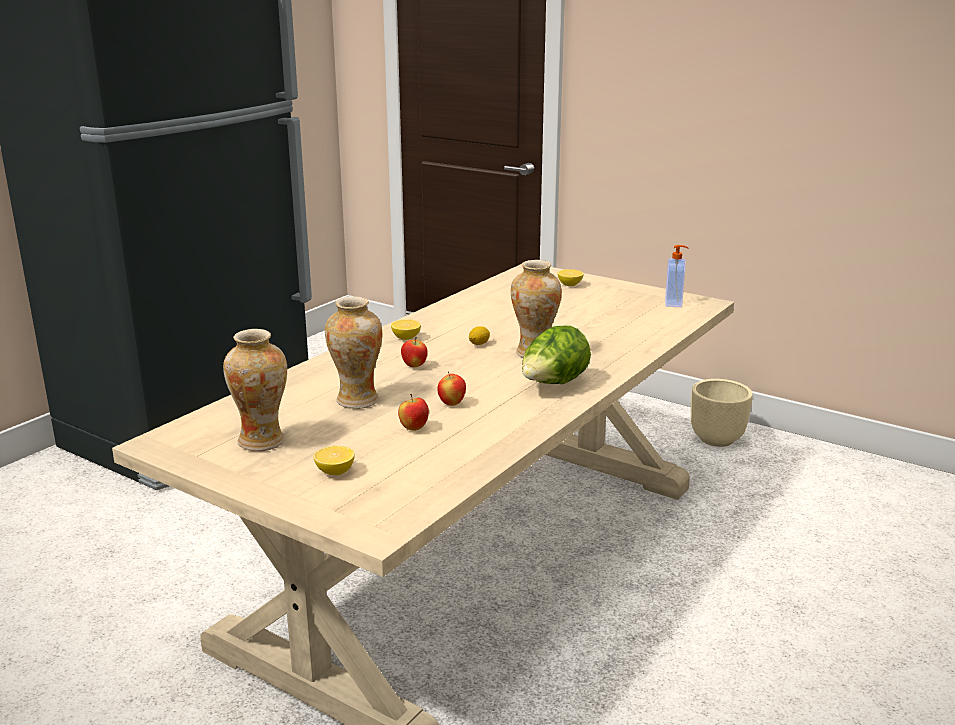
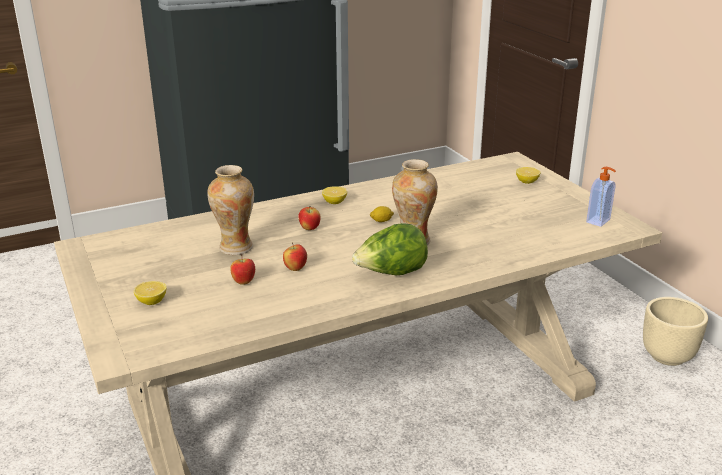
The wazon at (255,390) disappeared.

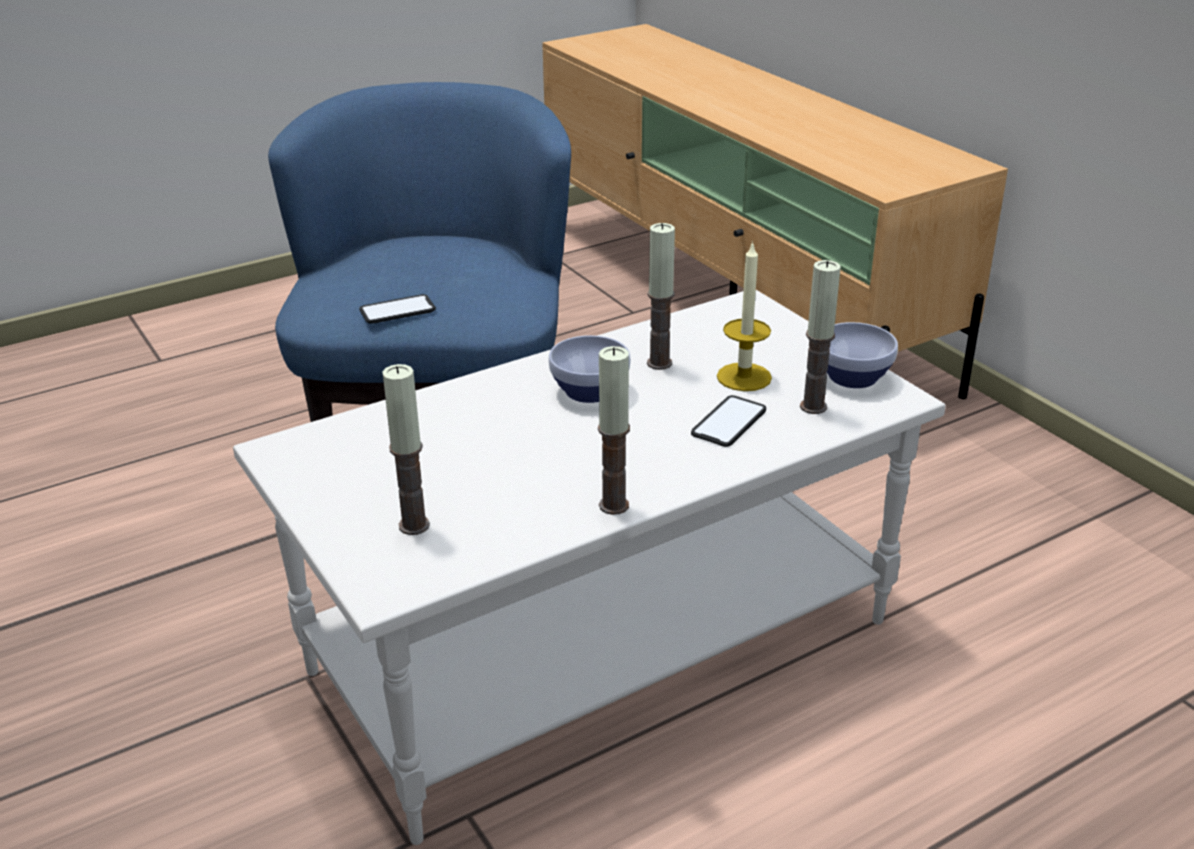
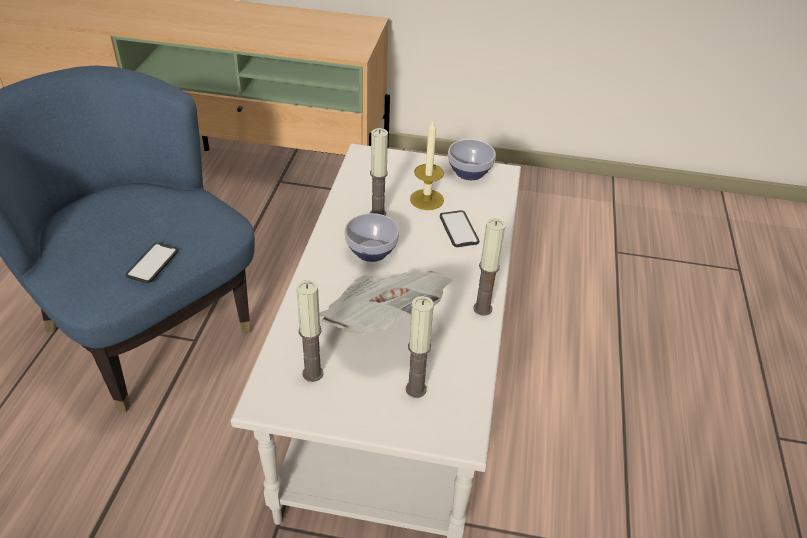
The gazeta at (386,302) appeared.
The świeca moved from (820,337) to (309,331).

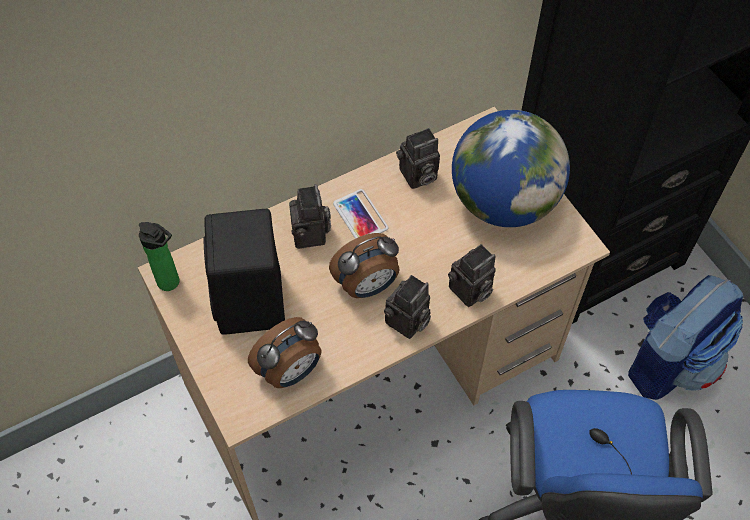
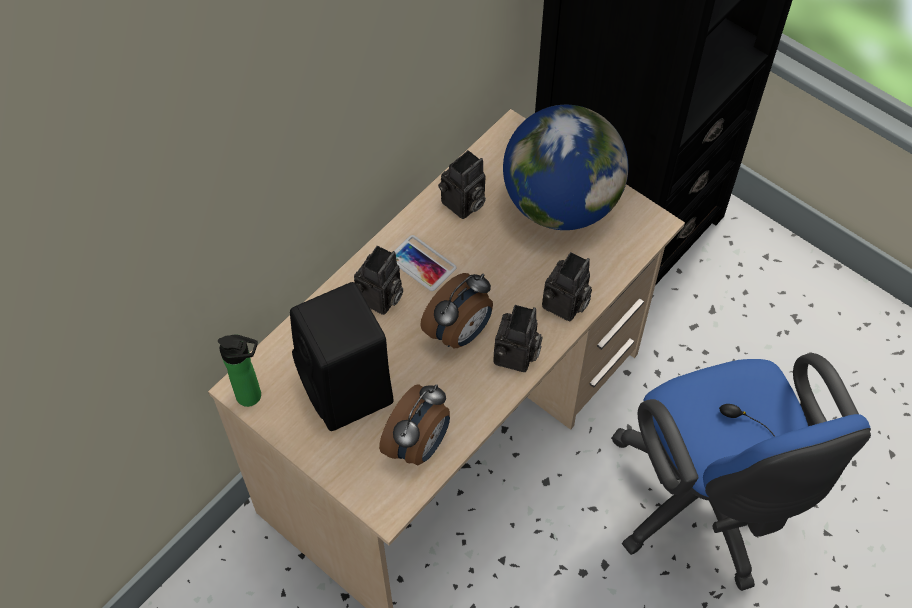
The plecak at (685,337) disappeared.
The aparat fotograficzny at (310,216) turned 60 degrees clockwise.

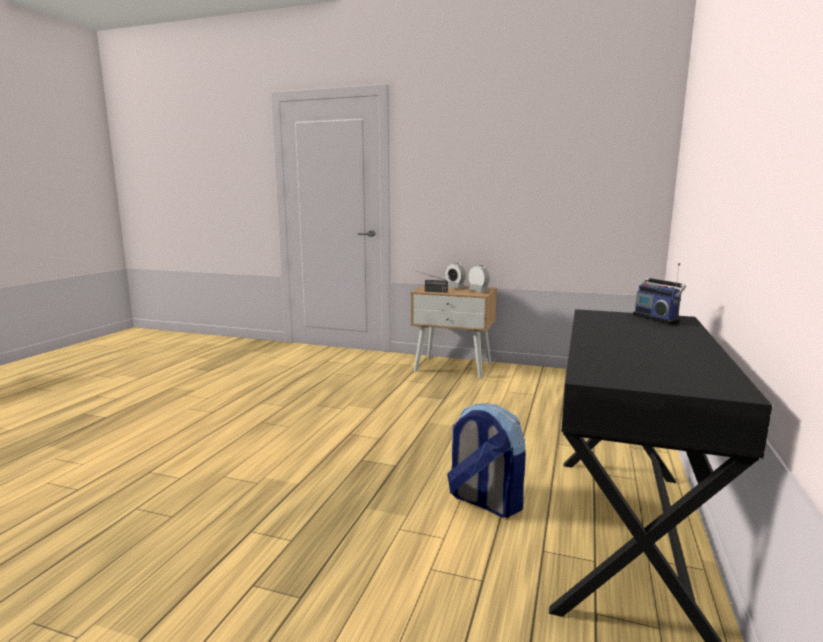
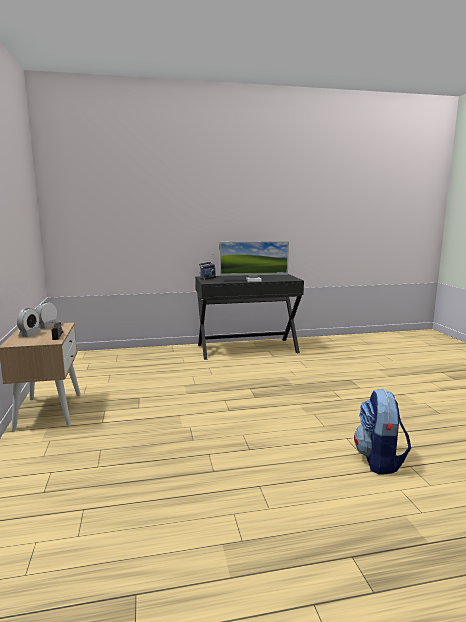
The monitor at (254,261) appeared.
The plecak moved from (486,460) to (382,432).

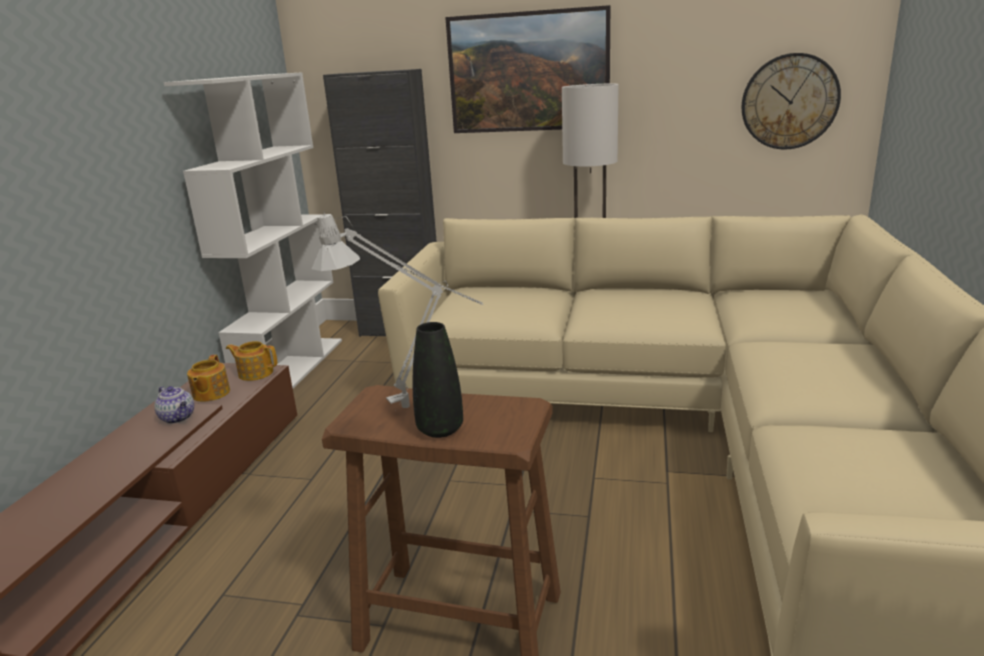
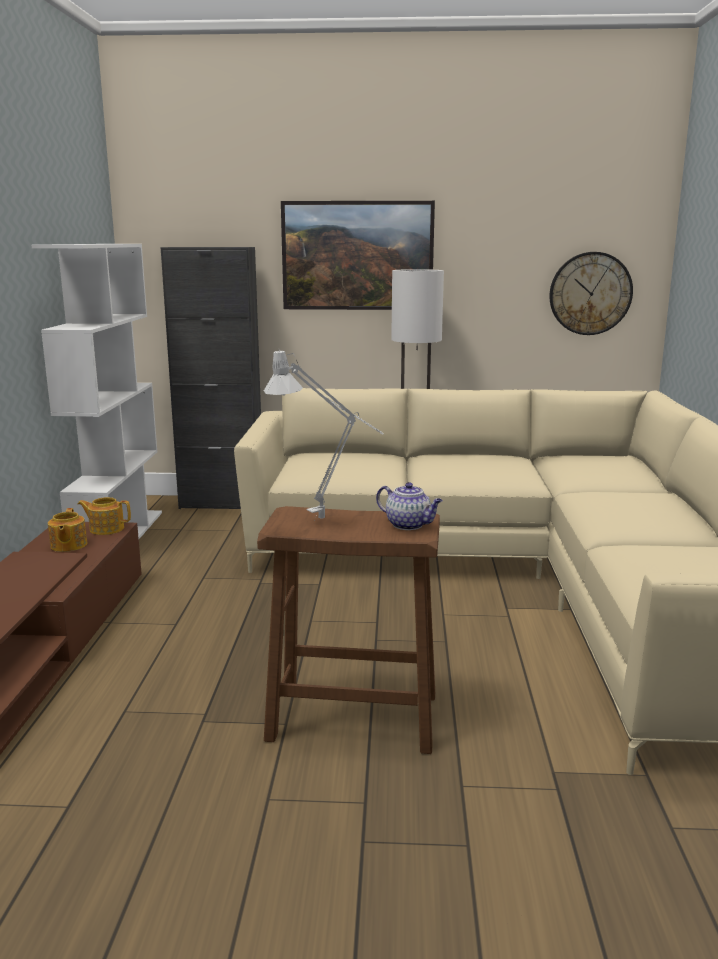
The wazon/czarny at (438,380) disappeared.
The imbryk moved from (174,405) to (409,506).

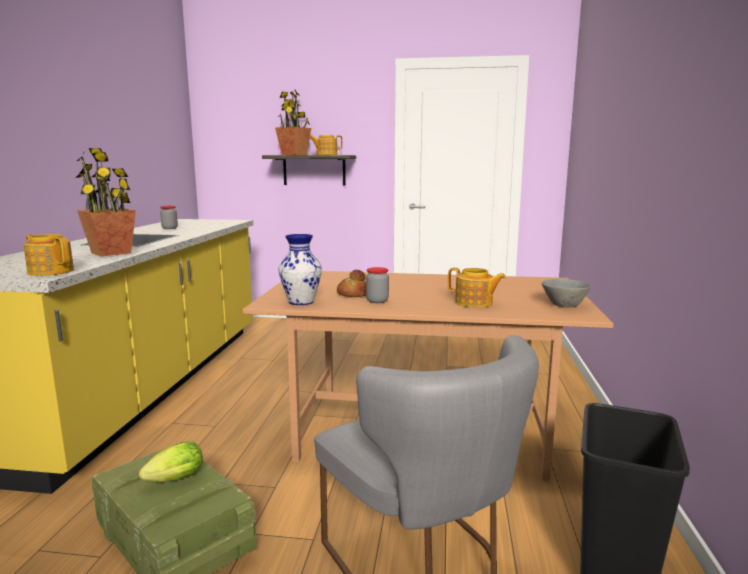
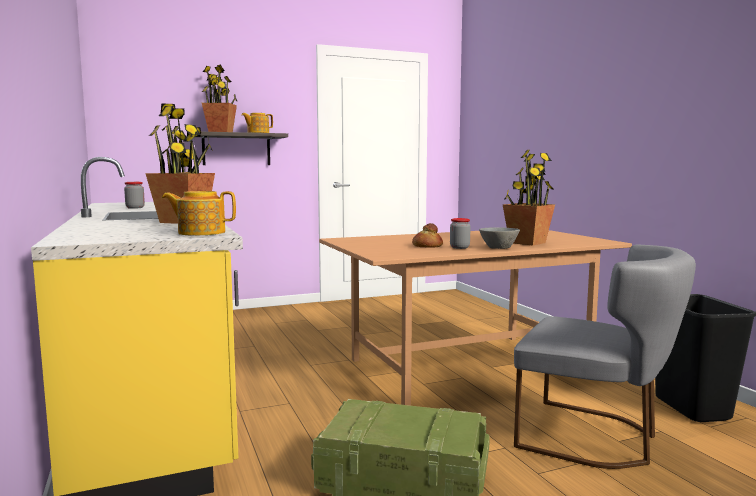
The sałata at (171,461) disappeared.
The wazon at (300,269) disappeared.
The miska/szary moved from (566,293) to (499,238).
The imbryk at (477,288) was replaced by the roślina doniczkowa at (529,197).

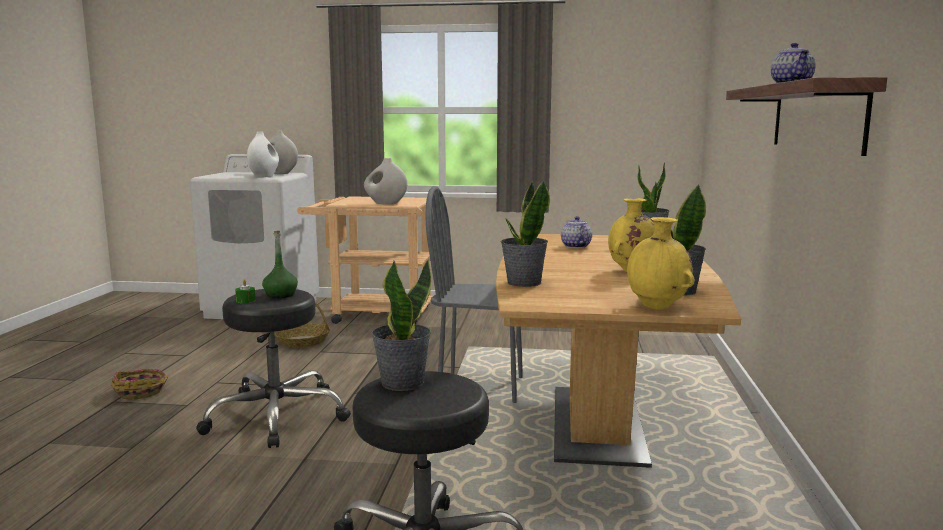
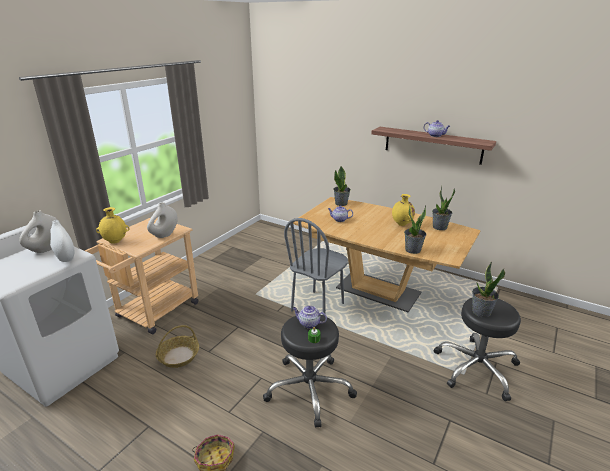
The wazon/żółty moved from (661,263) to (112,225).
The butelka/zielony at (280,264) was replaced by the imbryk at (309,317).

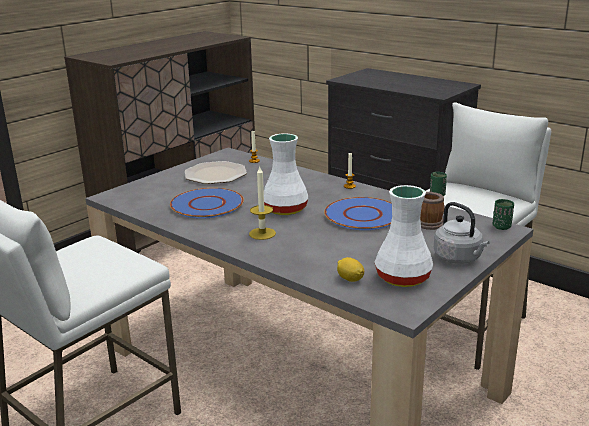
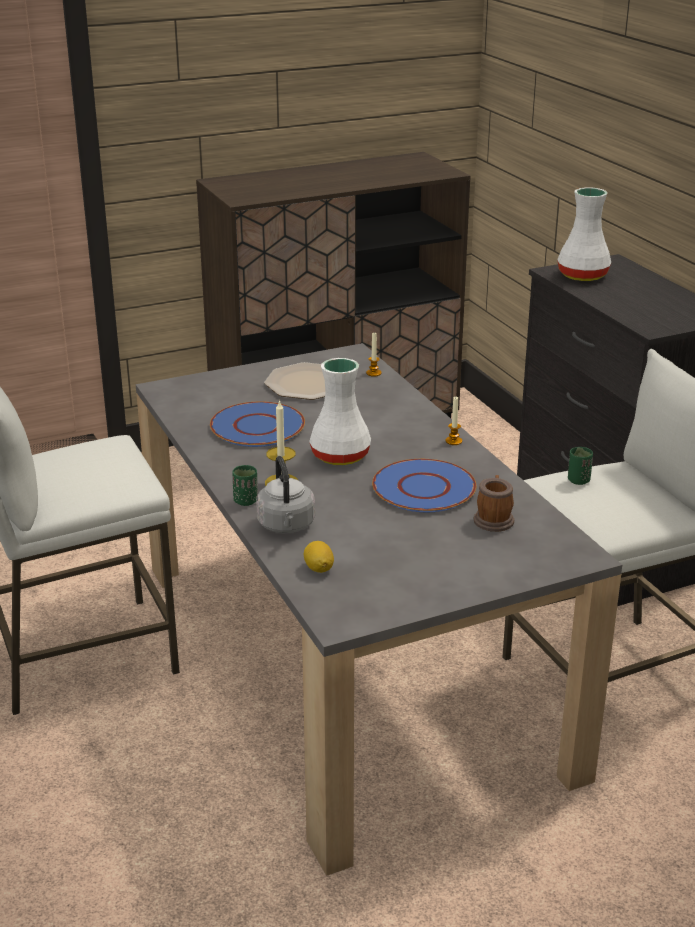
The wazon/biały moved from (404,236) to (584,234).
The czajnik/szary moved from (461,233) to (285,494).
The filiżanka/zielony moved from (503,214) to (245,485).

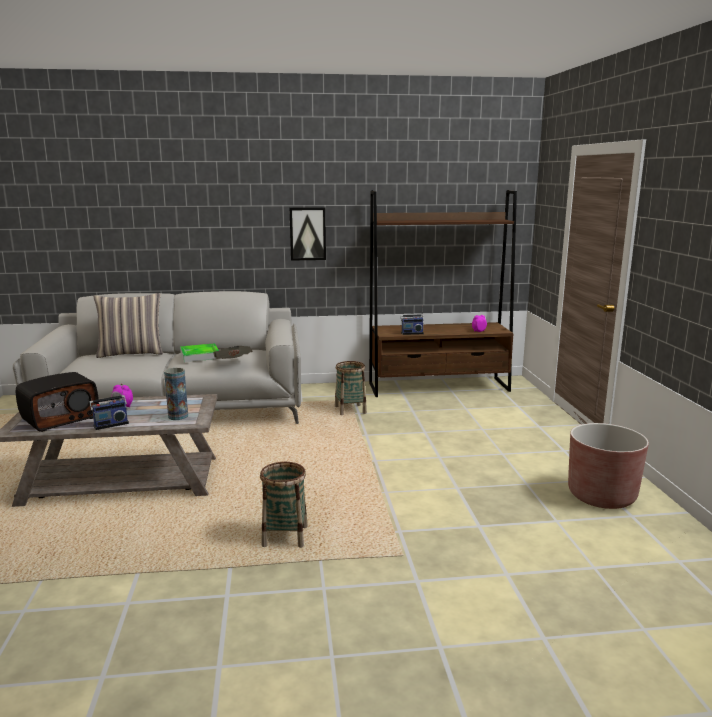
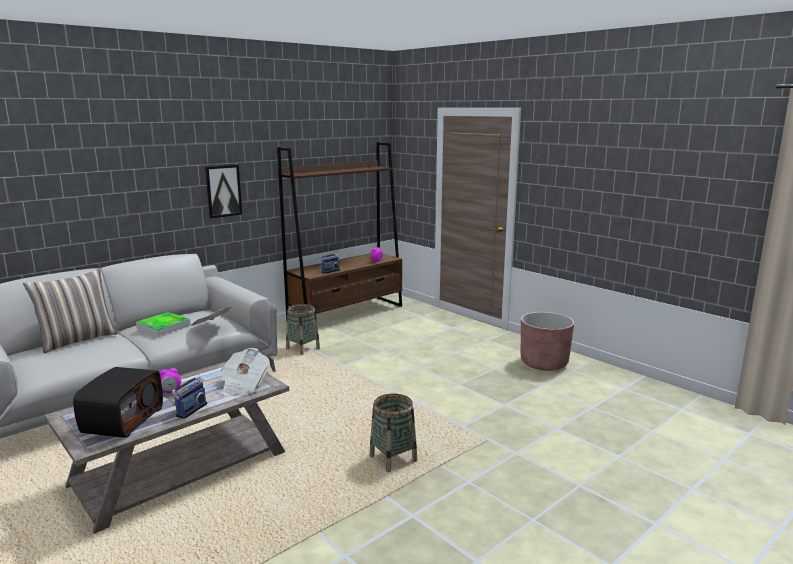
The wazon at (176,394) was replaced by the gazeta at (245,372).

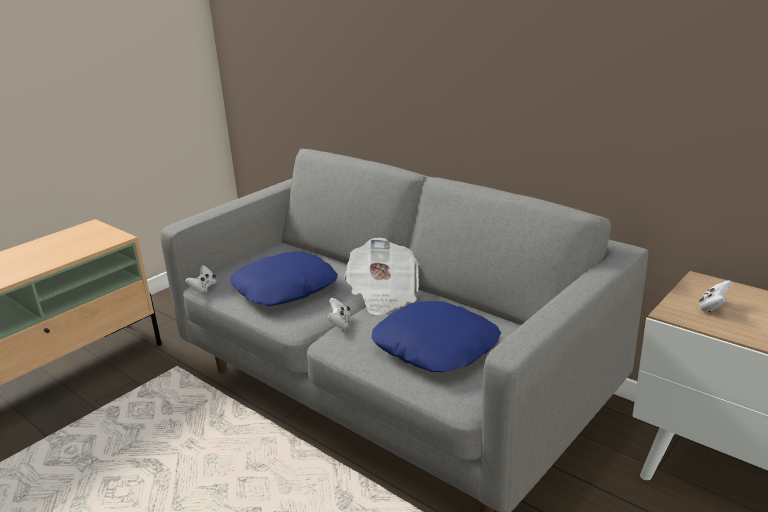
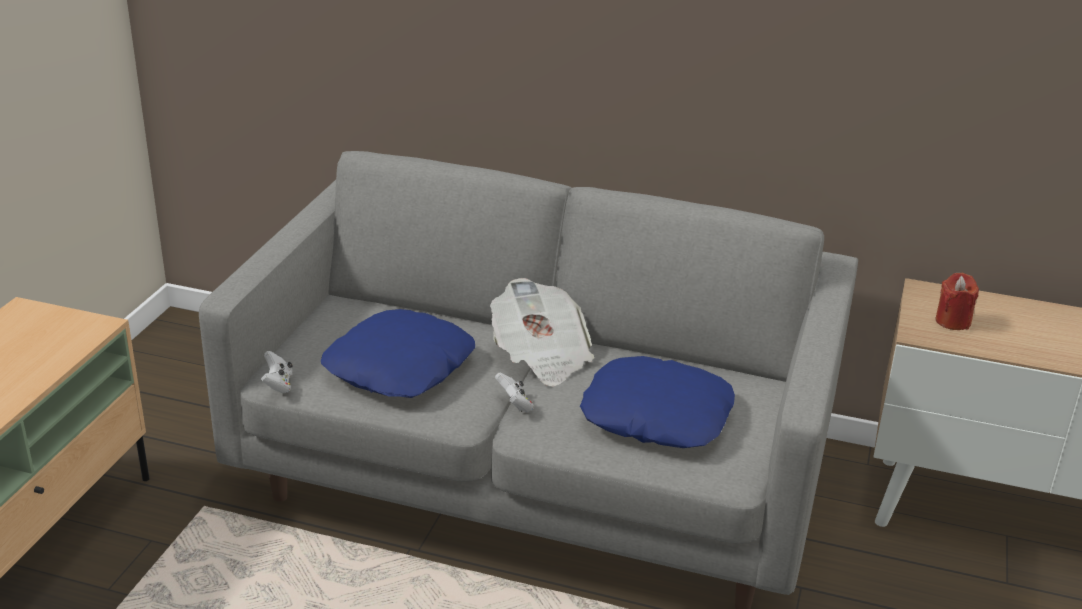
The pad do gier/biały at (716,296) was replaced by the świeca/czerwony at (957,301).

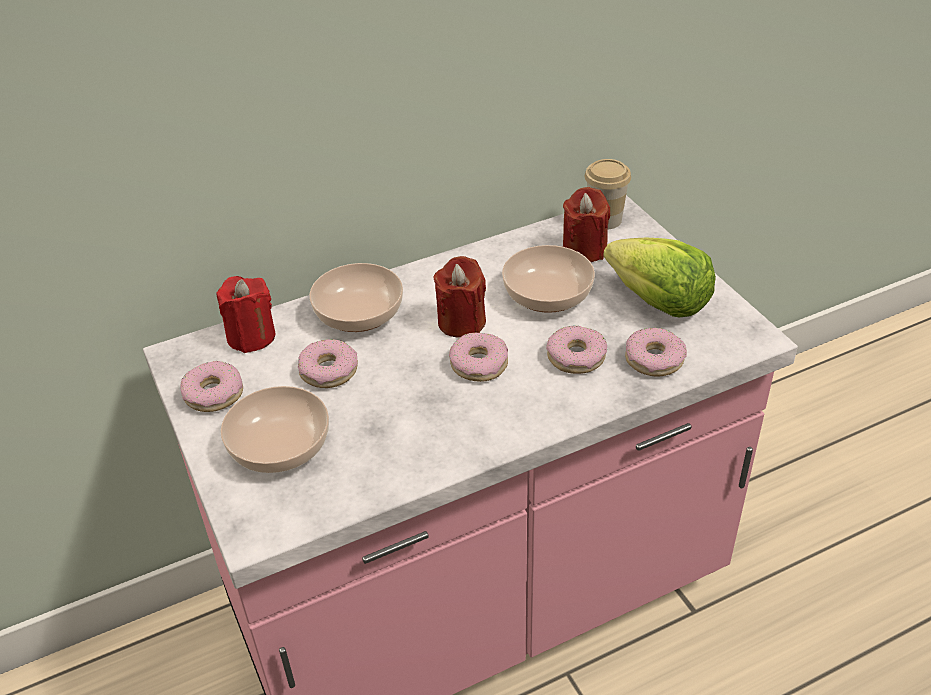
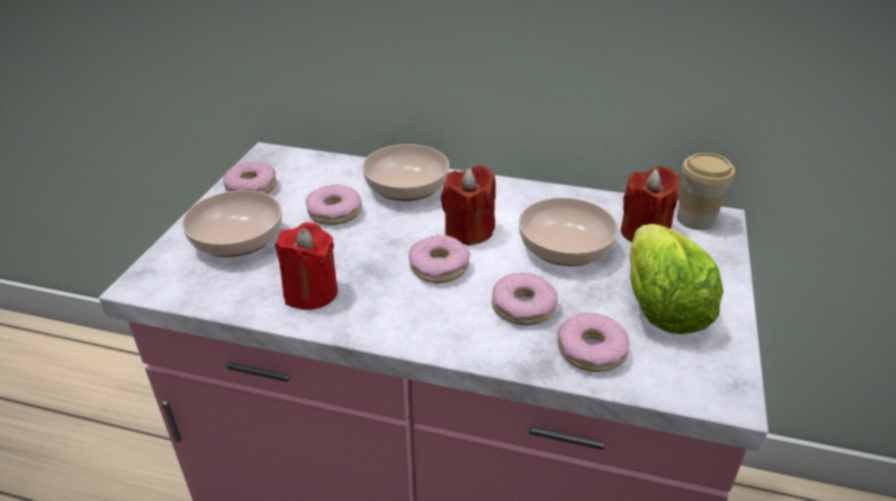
The świeca/czerwony moved from (246,314) to (306,266).

